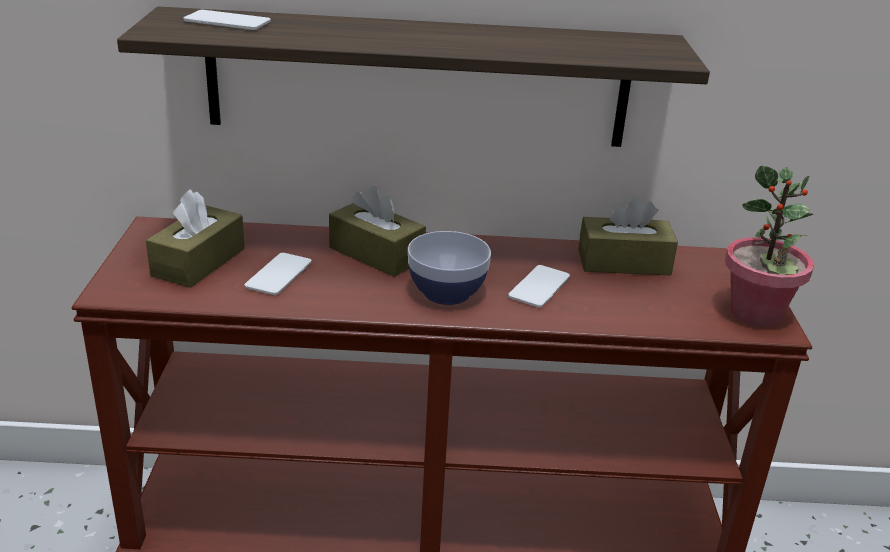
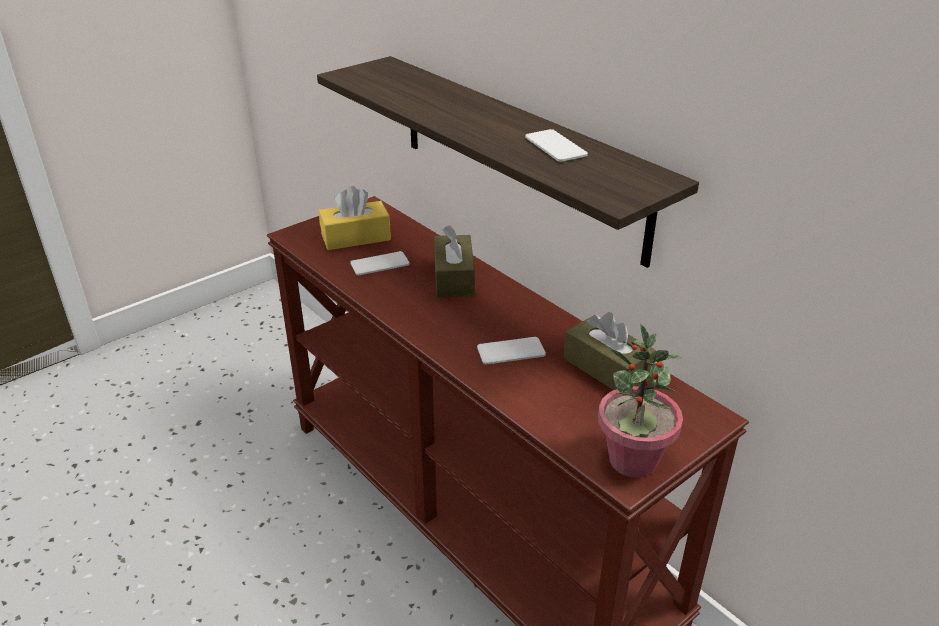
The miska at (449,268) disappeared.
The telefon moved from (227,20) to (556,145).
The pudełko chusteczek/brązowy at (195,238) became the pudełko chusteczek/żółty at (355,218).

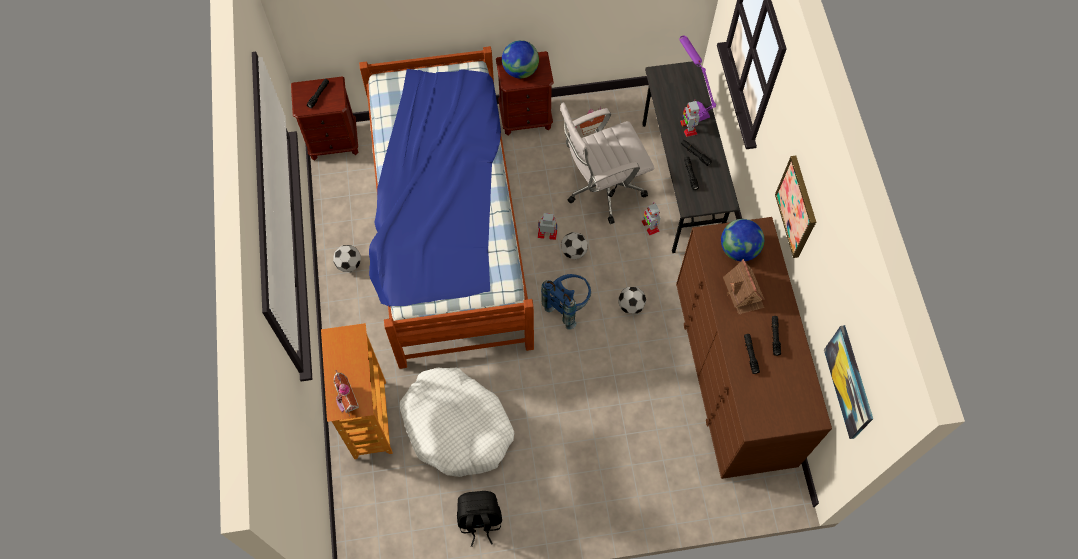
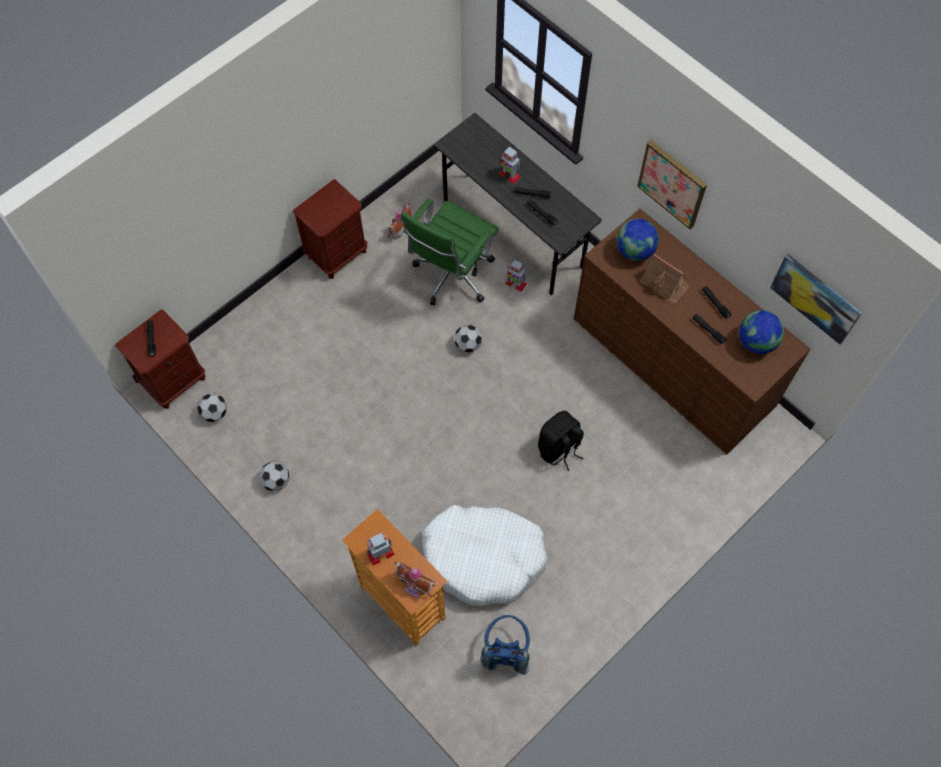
The łóżko at (446,207) disappeared.
The lampa stołowa/fioletowy at (697,79) disappeared.
The plecak/czarny moved from (479,519) to (561,441).
The globus moved from (520,59) to (761,332).
The robot zabawkowy moved from (548,226) to (381,549).
The plecak/niebieski moved from (566,302) to (505,645).
The piłka futbolowa moved from (632,300) to (212,407).
The krzesło biurowe/biały at (607,163) became the krzesło biurowe/zielony at (450,252).

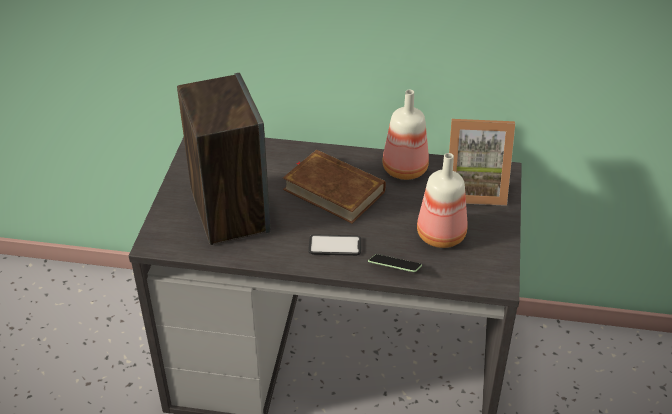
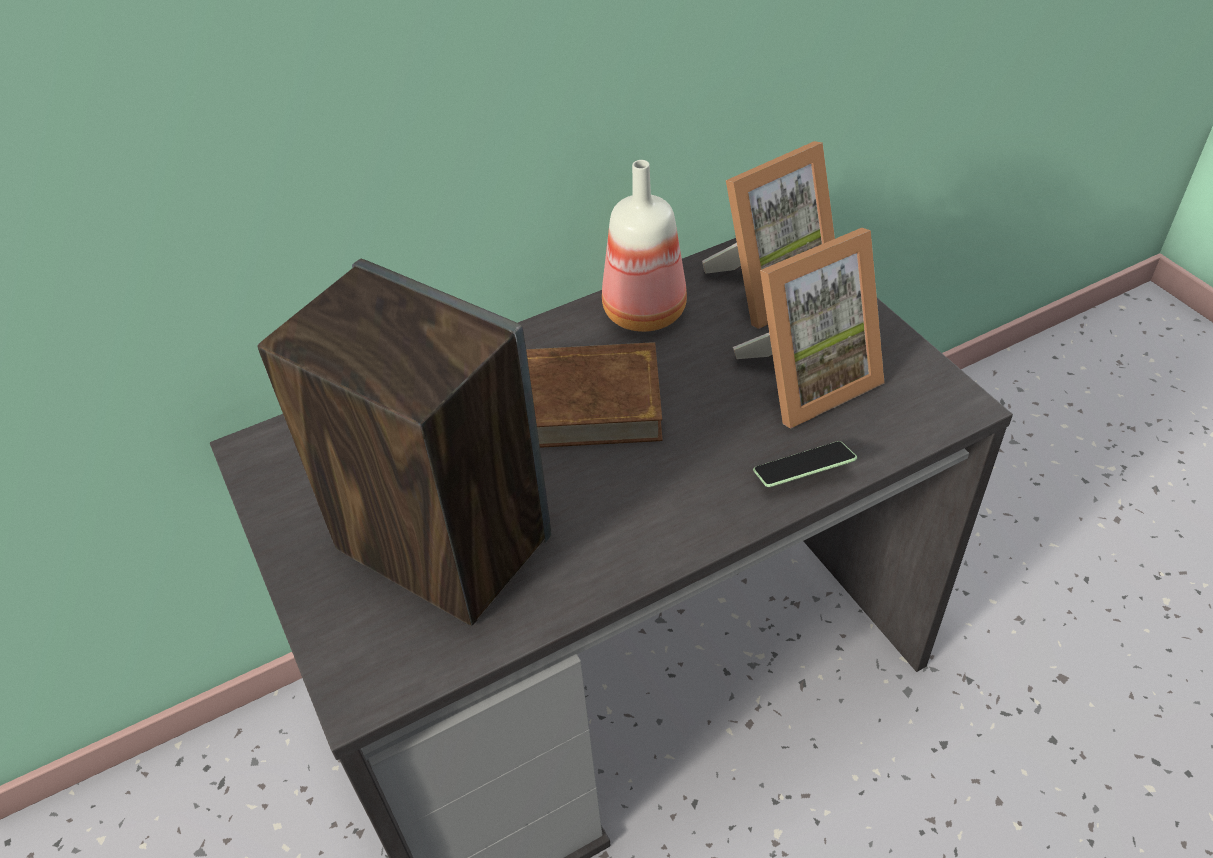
The telefon at (334,245) disappeared.
The butelka at (442,200) was replaced by the ramka na zdjęcie at (809,328).

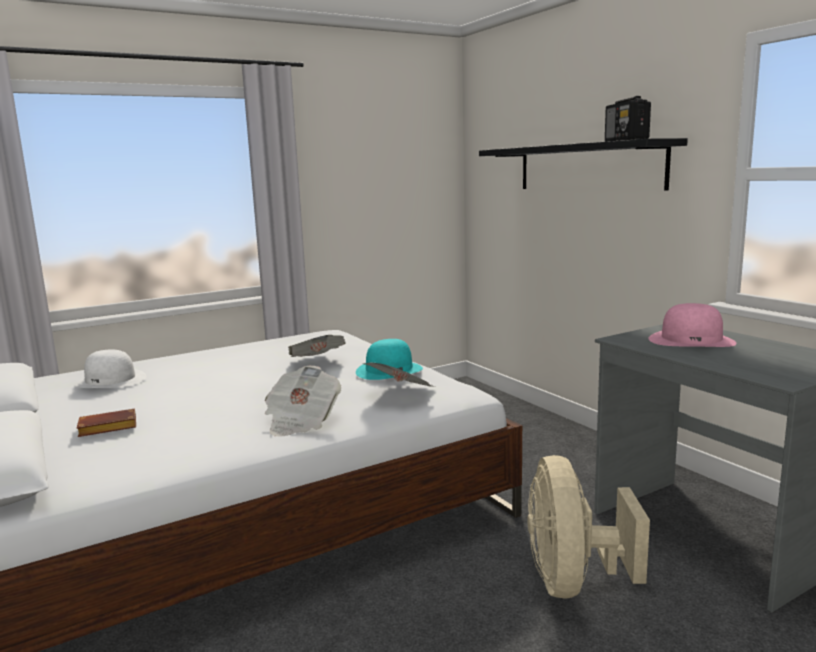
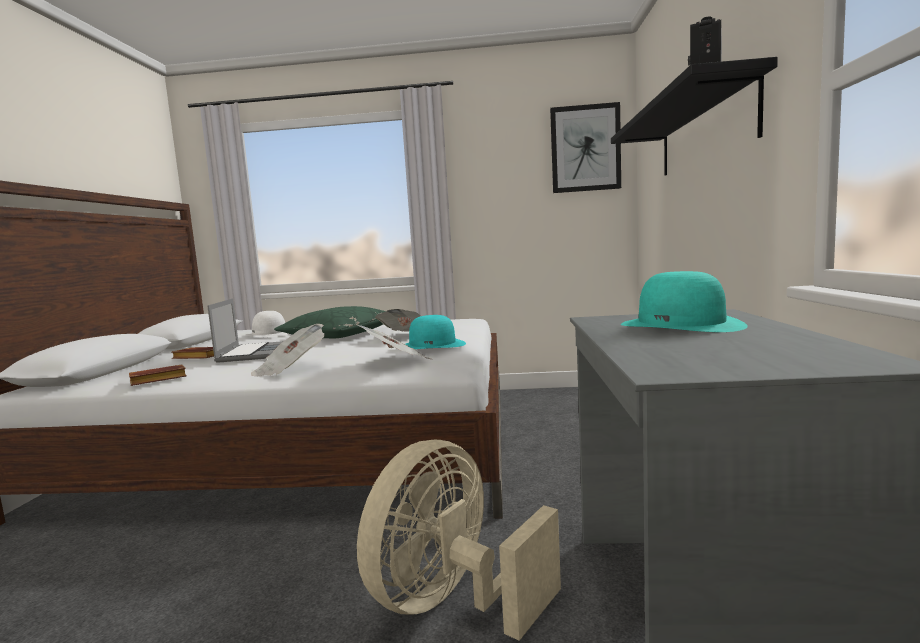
The książka/brązowy at (158,375) appeared.
The laptop at (245,330) appeared.
The poduszka/zielony at (330,322) appeared.
The obraz at (585,147) appeared.
The kapelusz/różowy at (692,325) became the kapelusz/turkusowy at (684,301).

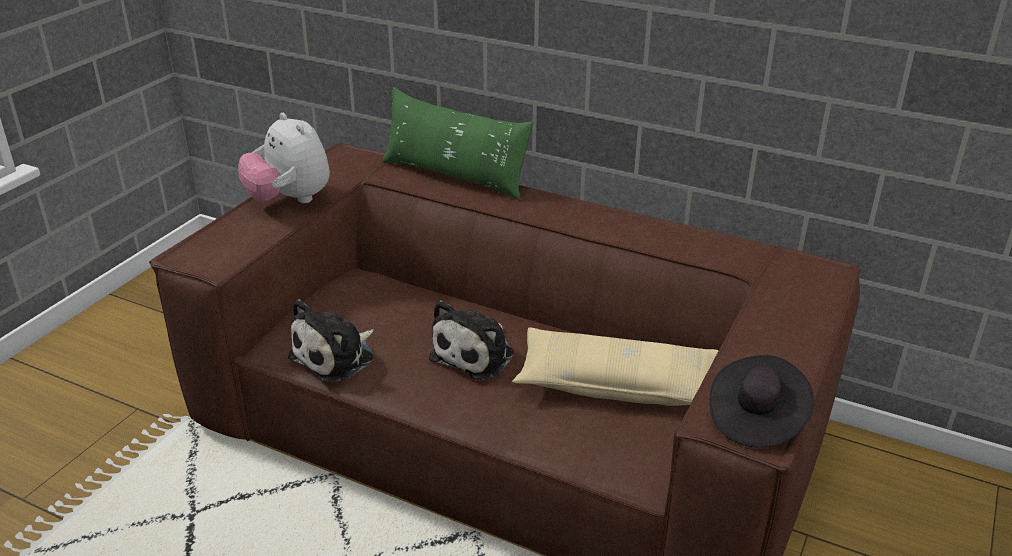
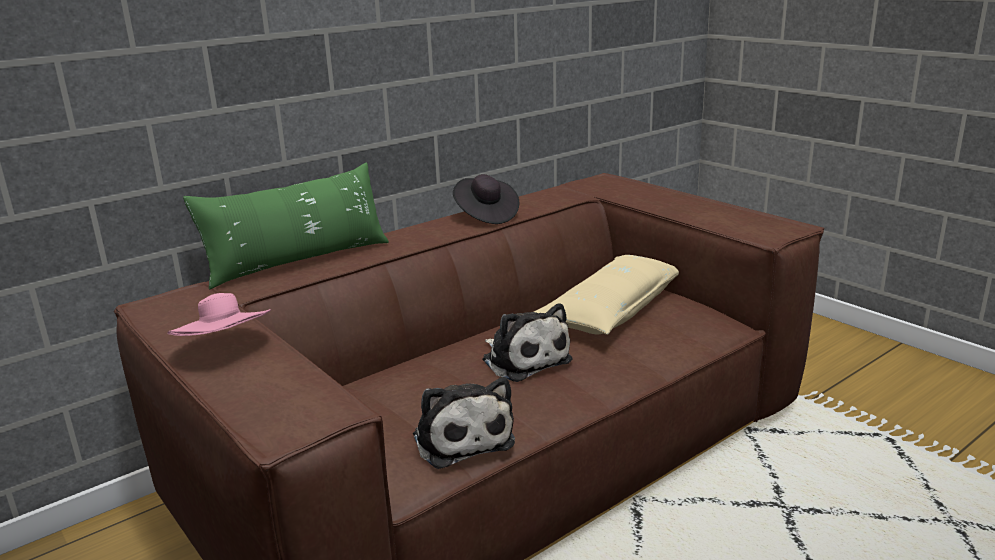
The kapelusz/czarny moved from (761,401) to (486,199).
The pluszak at (284,158) was replaced by the kapelusz/różowy at (219,314).

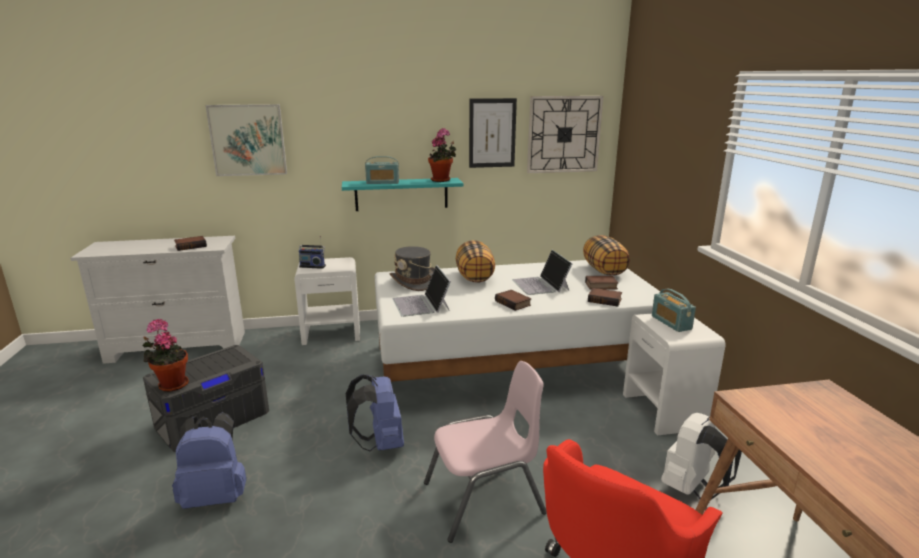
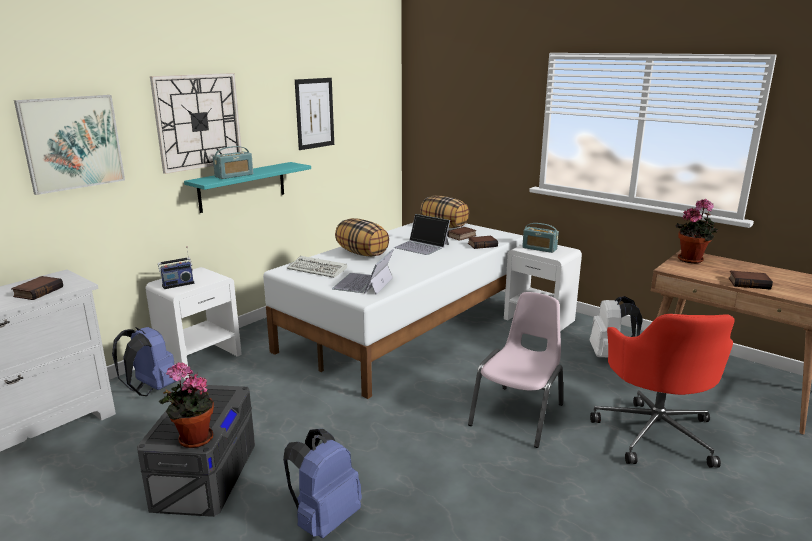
The plecak/niebieski moved from (375,413) to (144,361).
The roślina doniczkowa moved from (442,155) to (697,231).
The książka moved from (513,300) to (751,280).
The zegar ścienny moved from (565,134) to (196,123).
The kapelusz/szary at (412,268) was replaced by the klawiatura at (317,267).
The laptop at (421,291) turned 75 degrees clockwise.

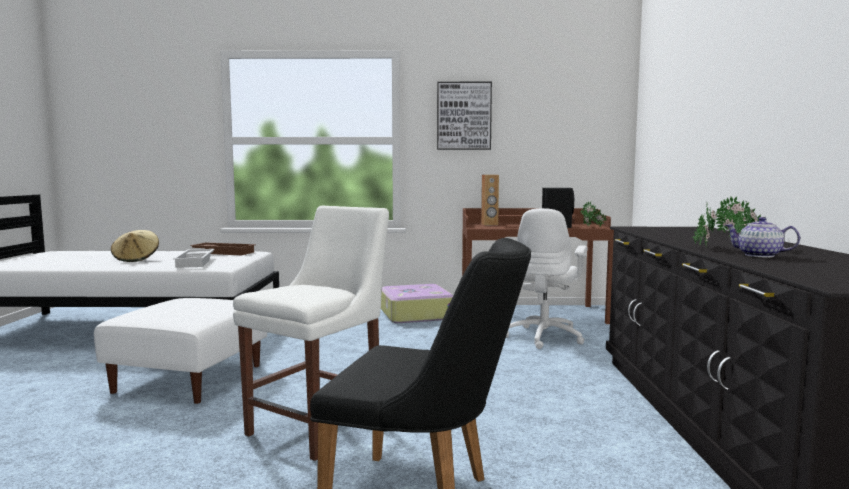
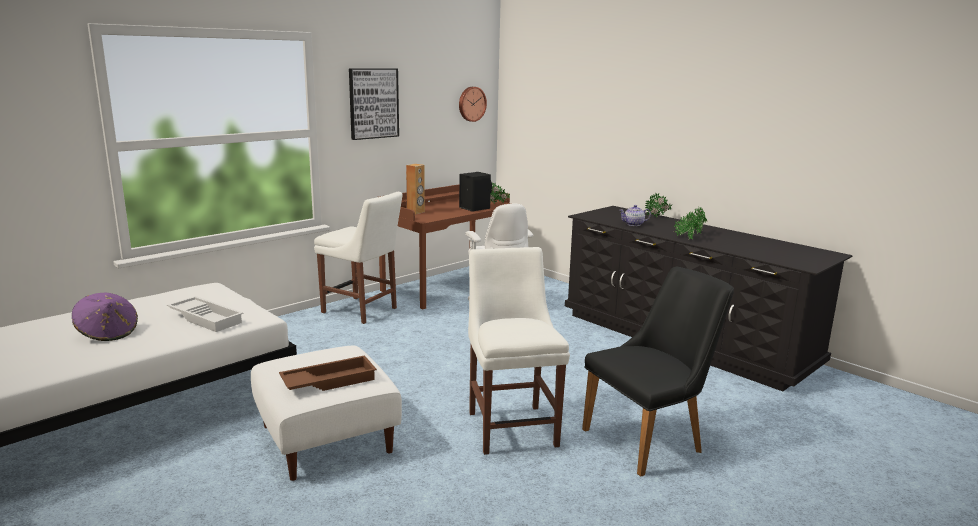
The zegar ścienny at (473,104) appeared.
The taca/brązowy moved from (223,248) to (328,373).
The imbryk moved from (762,237) to (635,215).
The walizka at (417,303) was replaced by the krzesło/biały at (358,258).
The kapelusz/beżowy at (135,246) became the kapelusz/fioletowy at (105,317).

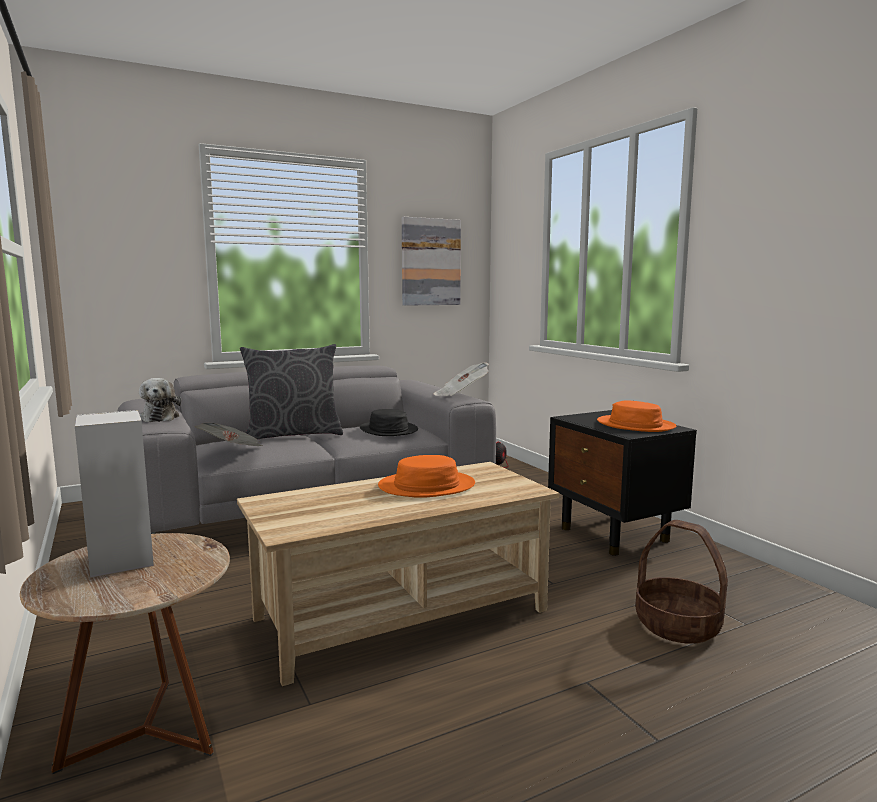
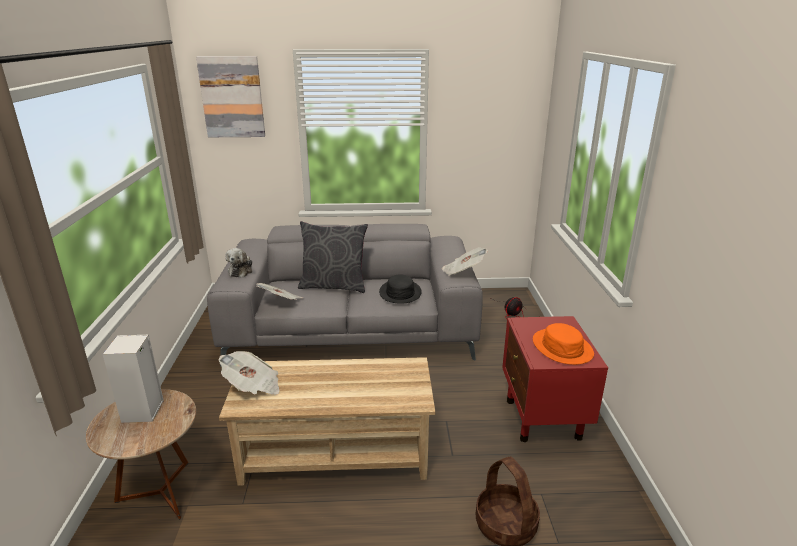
The kapelusz/pomarańczowy at (426,476) disappeared.
The gazeta at (249,373) appeared.
The obraz moved from (431,261) to (230,96).
The szafka nocna/czarny at (622,483) became the szafka nocna/czerwony at (555,379).

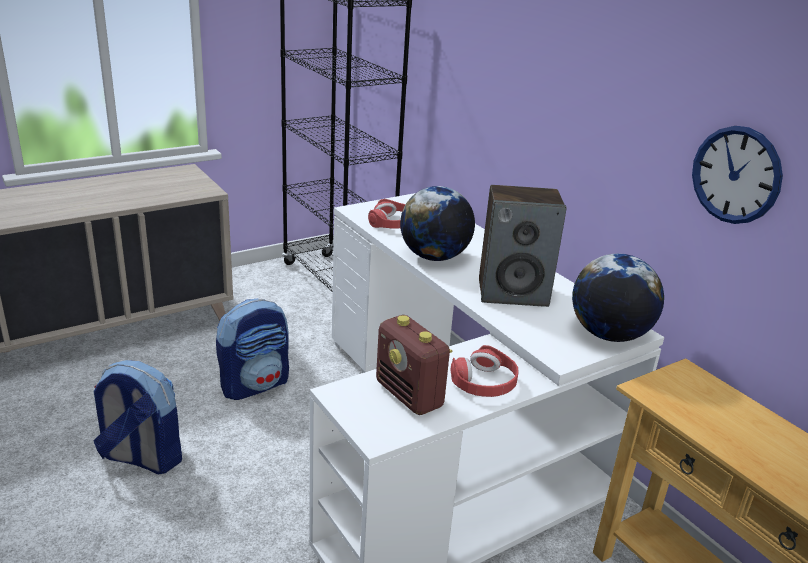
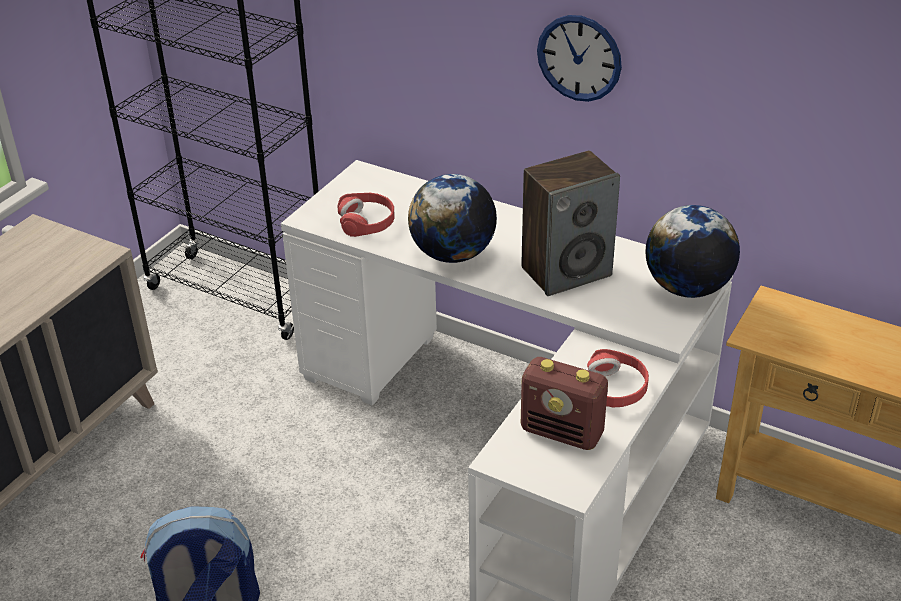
The plecak at (252,349) disappeared.
The zegar ścienny moved from (737,175) to (579,58).

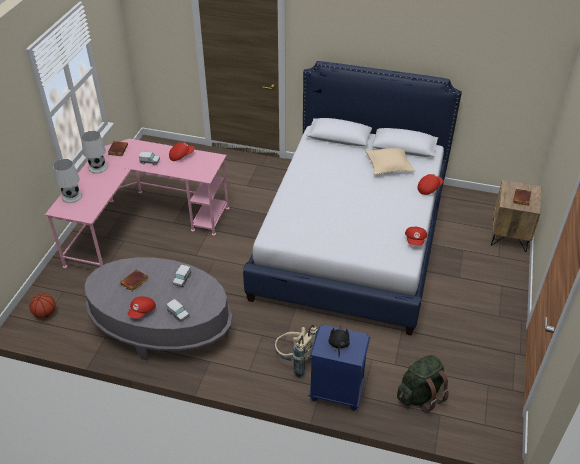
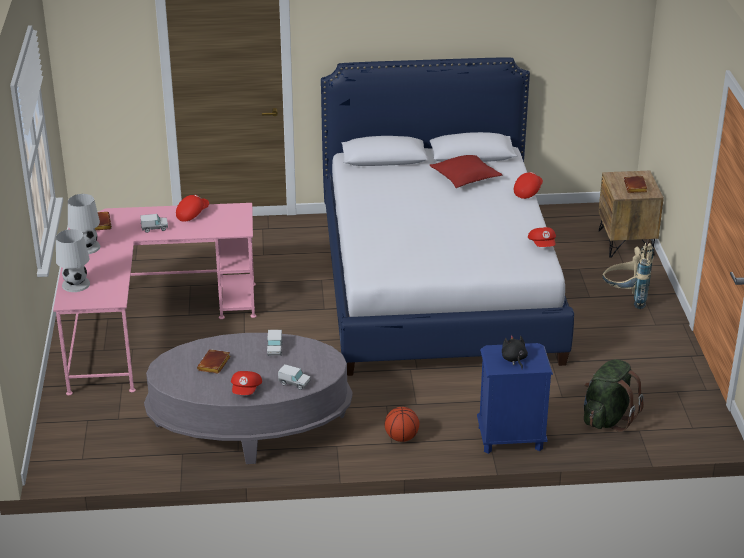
The piłka do koszykówki moved from (43,305) to (402,424).
The plecak/beżowy moved from (296,351) to (628,274).
The poduszka/beżowy at (390,161) became the poduszka/czerwony at (466,171).

